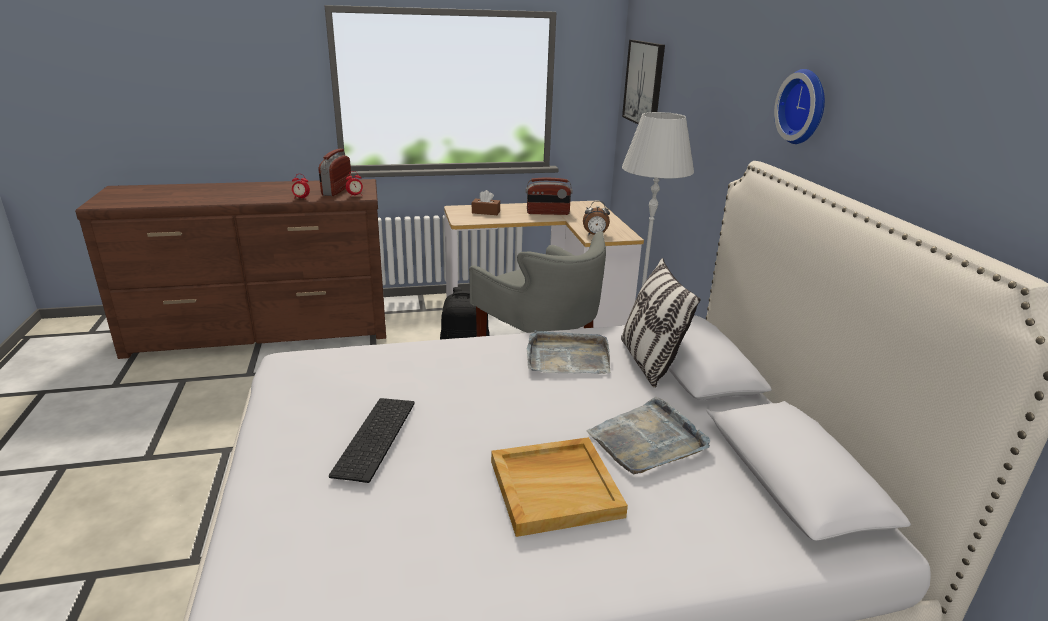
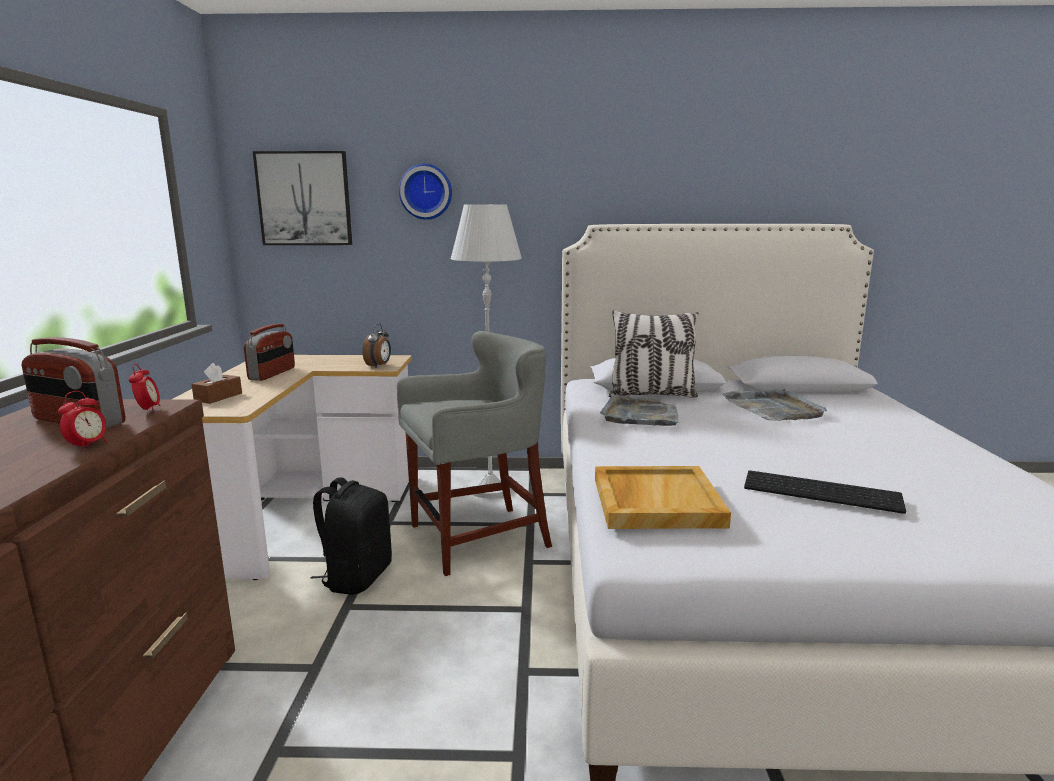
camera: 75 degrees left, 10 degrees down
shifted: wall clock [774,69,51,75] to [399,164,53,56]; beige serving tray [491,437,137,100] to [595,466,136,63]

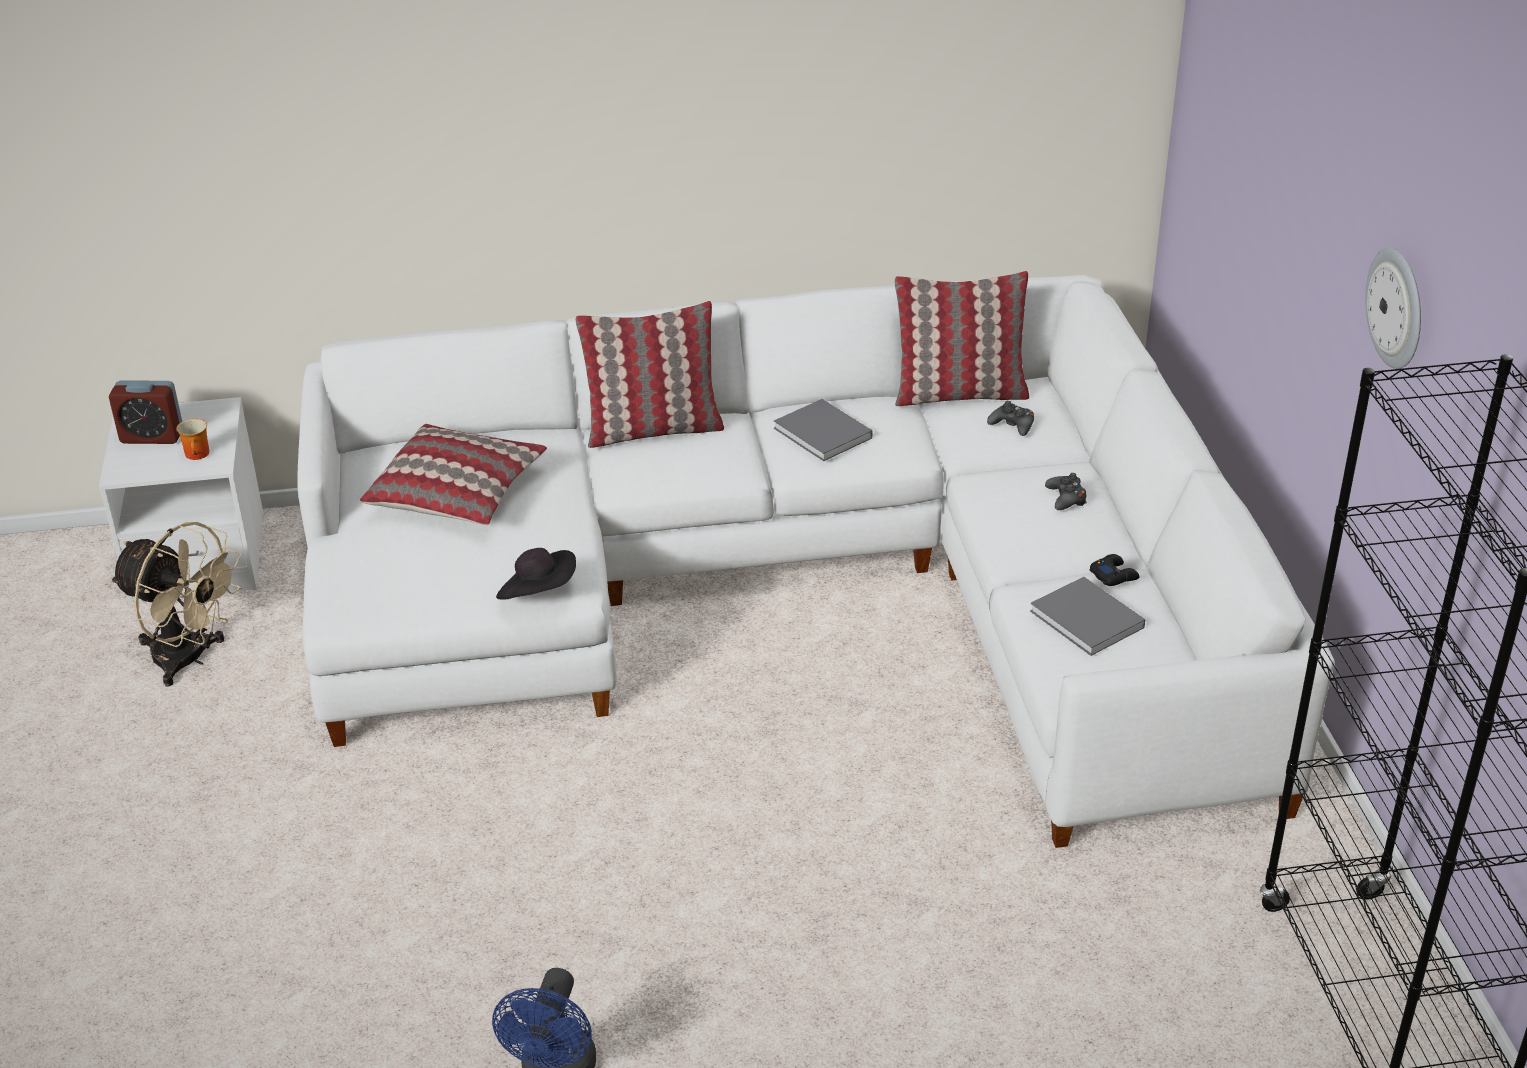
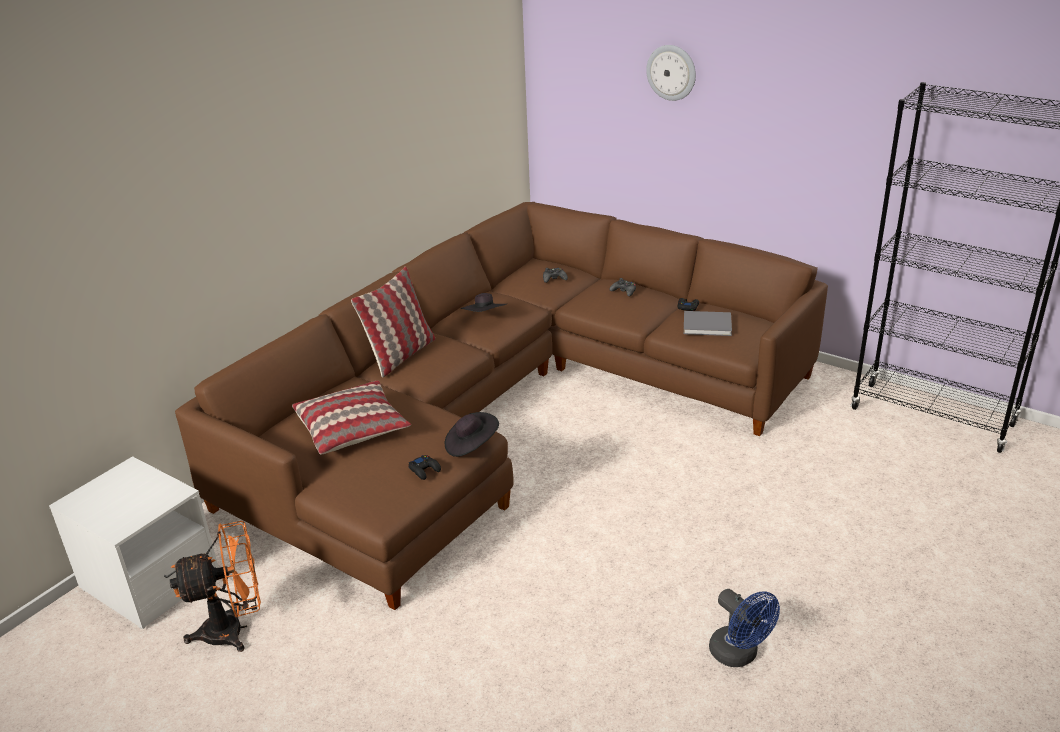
camera: 45 degrees left, 5 degrees down
gone: throw pillow [894,271,135,135]; bedside clock [109,380,73,64]; tea mug [176,419,33,41]
new: blackish joypad [408,455,33,25]
shifted: wall clock [1365,248,56,121] to [646,45,50,56]
swapped: grey volume [774,399,99,62] to blackish clothing hat [460,293,46,19]
repainted: white-coloured sofa [297,275,1038,573] to brown-coloured sofa [175,202,653,408]; beige electric fan [110,522,132,165] to orange-coloured electric fan [170,521,91,131]

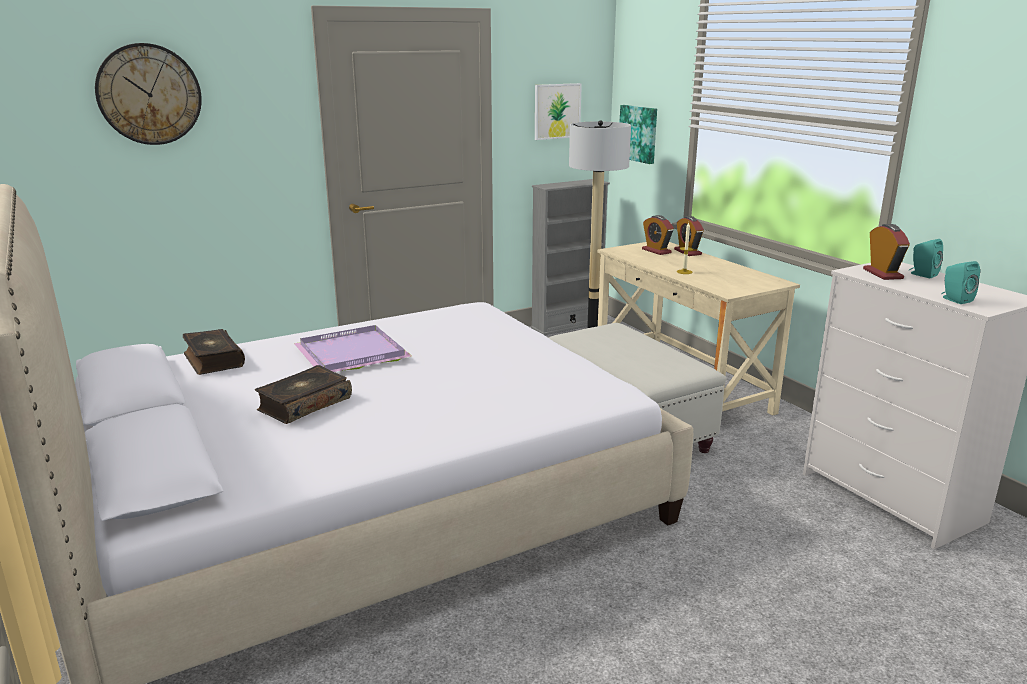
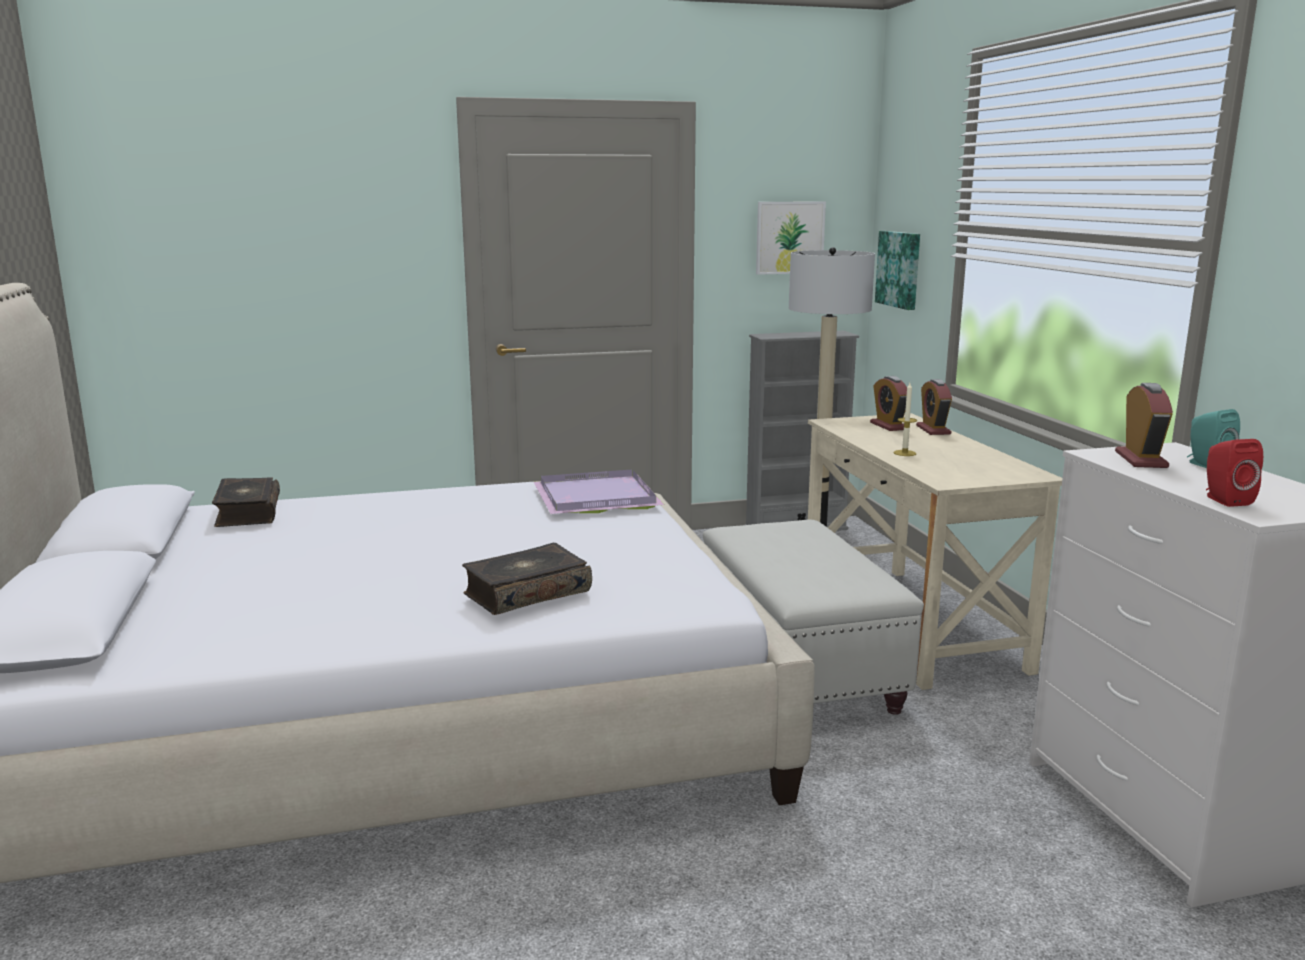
camera: 15 degrees right, 5 degrees down
gone: wall clock [95,43,107,102]
shifted: purplish serving tray [294,325,118,47] to [534,470,131,44]; volume [255,365,97,59] to [462,543,130,72]
repainted: turquoise-coloured audio speaker [941,261,39,43] to reddish audio speaker [1206,439,57,68]

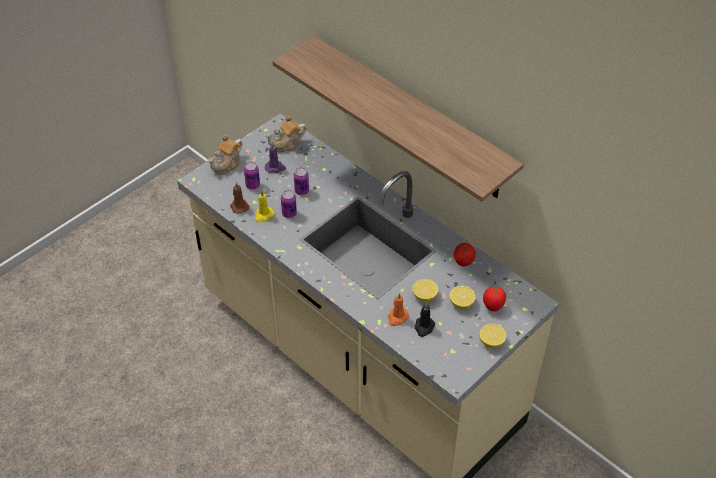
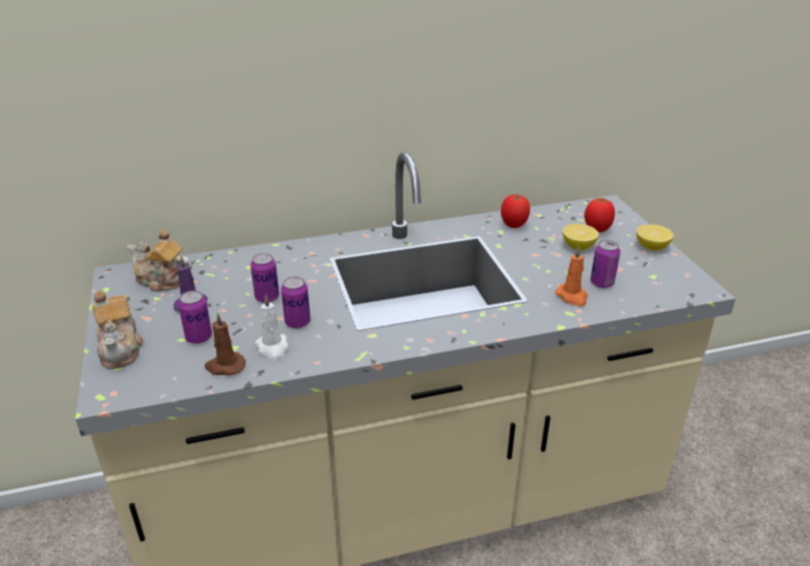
camera: 60 degrees left, 15 degrees down
gone: wall shelf [273,35,251,167]; lemon [412,279,26,23]
swapped: blackish candle [415,303,20,34] to sealed can [590,240,30,48]
repainted: yellow-coloured candle [255,190,19,32] to white-coloured candle [255,295,34,65]
rotated: pot for tea [265,115,42,37] = [127,229,65,63] 105 degrees clockwise

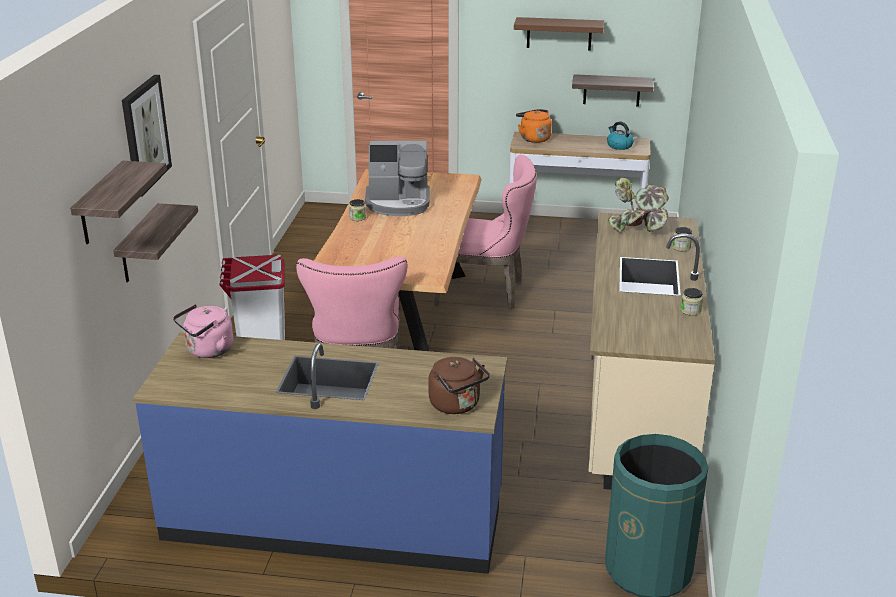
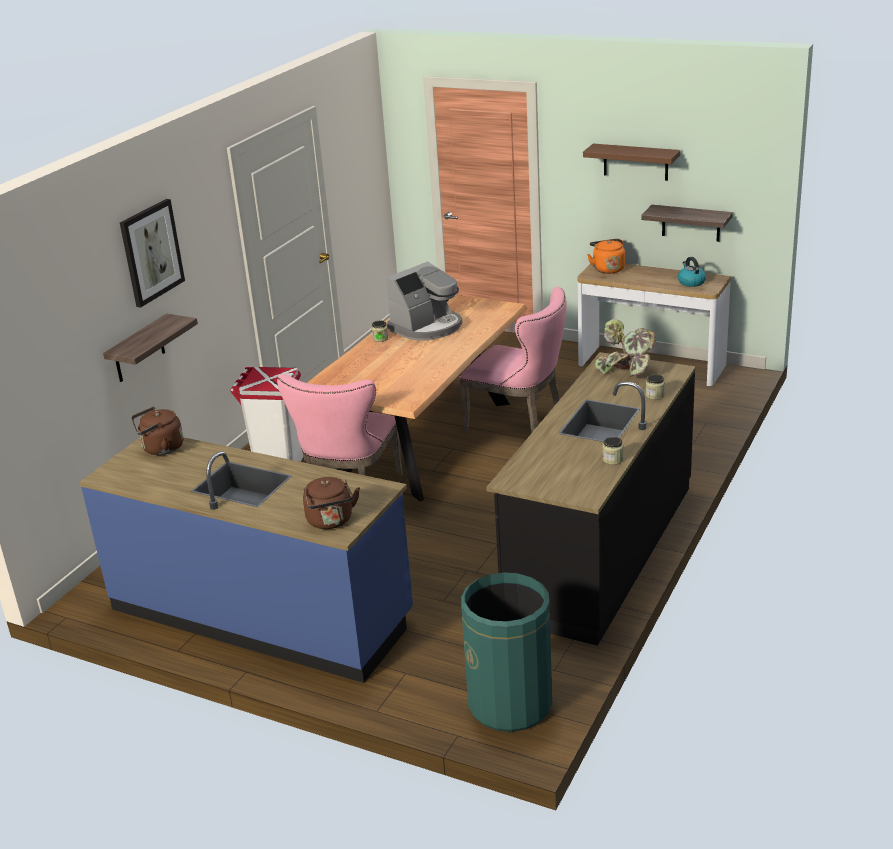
camera: 20 degrees right, 0 degrees up
gone: wall shelf [70,161,97,83]
repainted: beige kitchen base unit [589,212,126,278] to blackish kitchen base unit [486,352,210,294]; pink-coloured kettle [173,304,60,54] to brown-coloured kettle [132,407,51,48]
rotated: coffee machine [365,141,65,75] = [386,261,76,80] 60 degrees counterclockwise

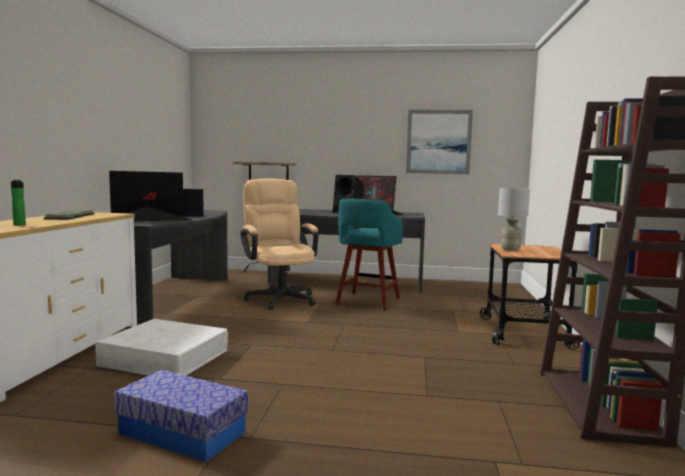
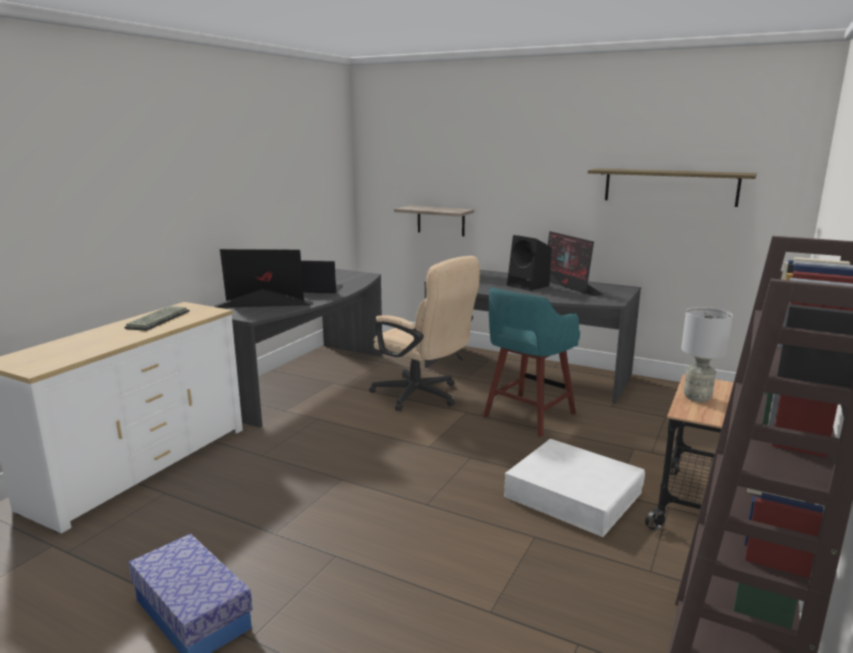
camera: 20 degrees right, 10 degrees up
gone: beverage bottle [11,180,15,46]
shifted: white-coloured storage box [95,319,133,57] to [504,439,141,98]
swapped: picture [406,110,67,64] to wall shelf [588,168,169,39]
rotated: beige office chair [240,179,79,131] = [369,256,111,155] 135 degrees clockwise

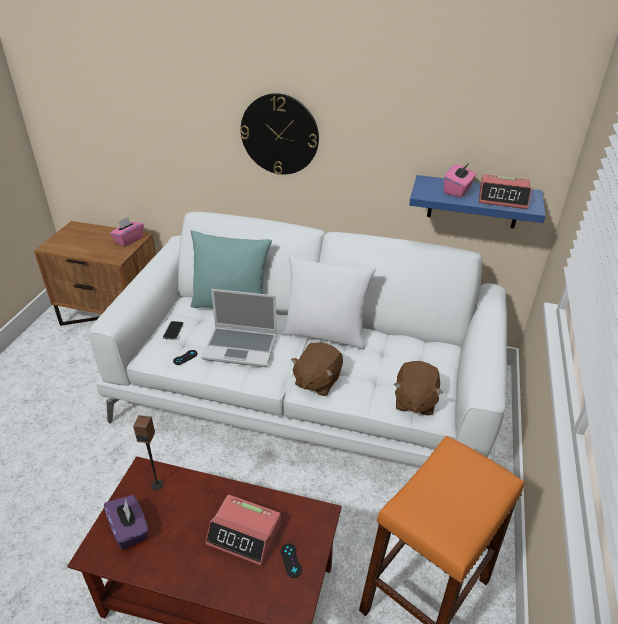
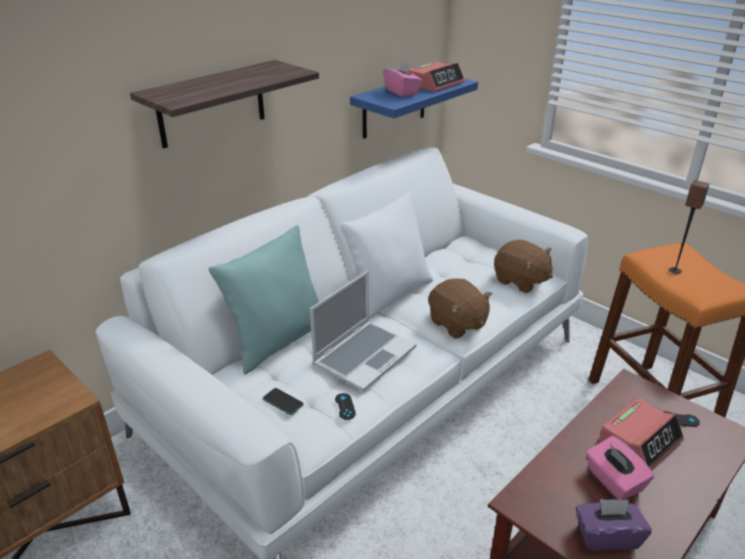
camera: 60 degrees left, 5 degrees down
shifted: pink-coloured box of tissues [110,217,34,30] to [586,436,68,64]; audio speaker [133,415,31,75] to [669,180,40,94]
swapped: wall clock [240,93,79,82] to wall shelf [130,60,189,89]

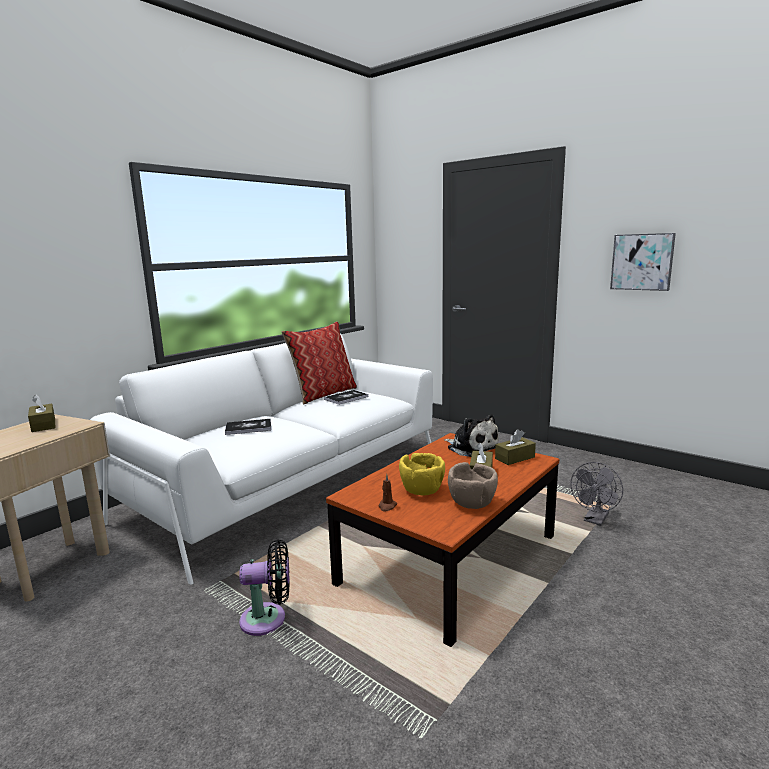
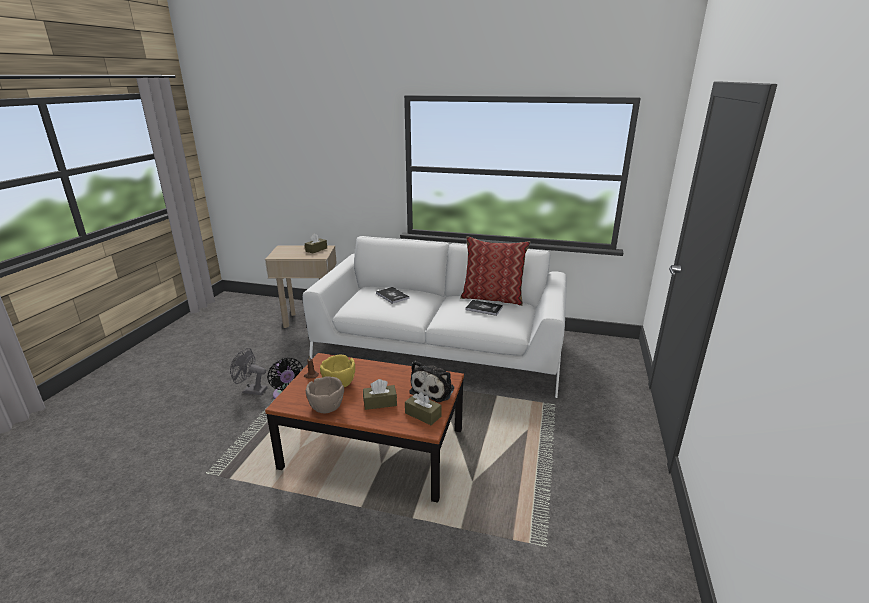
camera: 65 degrees right, 10 degrees up
gone: picture [610,233,66,58]
shifted: grey electric fan [571,462,52,64] to [230,348,37,47]

